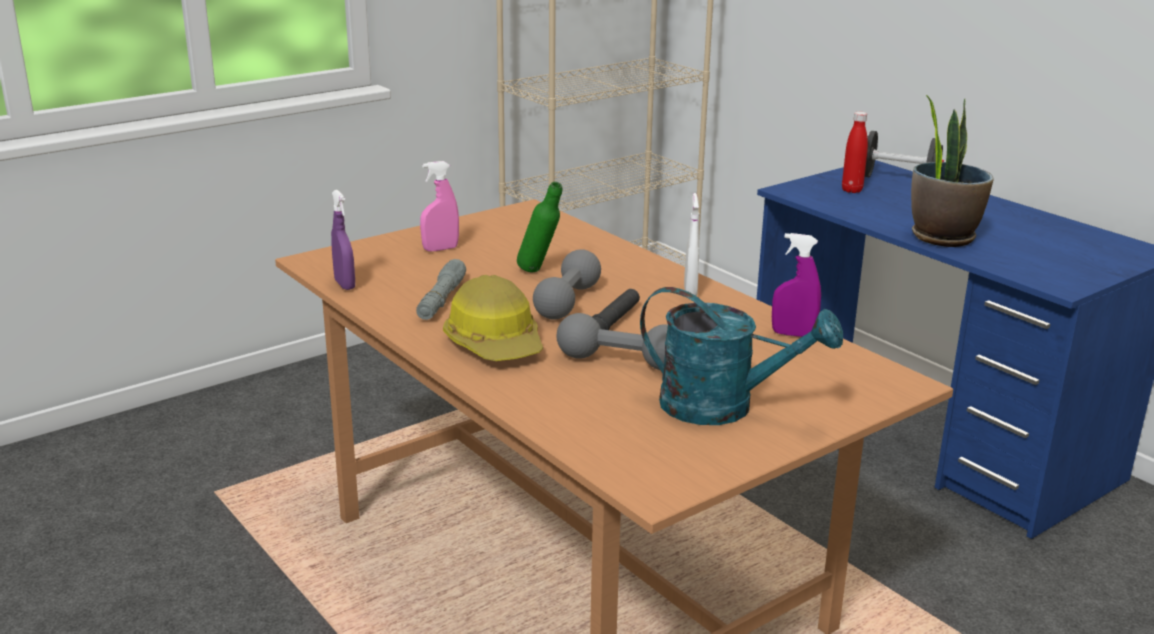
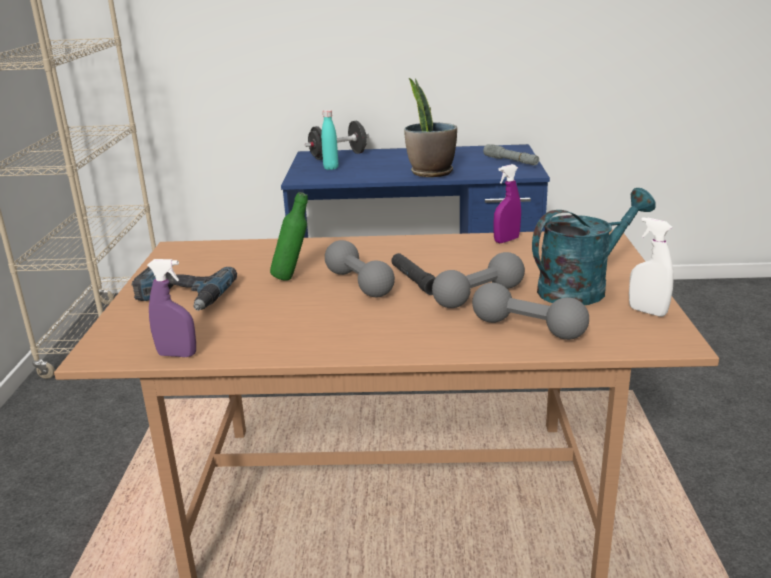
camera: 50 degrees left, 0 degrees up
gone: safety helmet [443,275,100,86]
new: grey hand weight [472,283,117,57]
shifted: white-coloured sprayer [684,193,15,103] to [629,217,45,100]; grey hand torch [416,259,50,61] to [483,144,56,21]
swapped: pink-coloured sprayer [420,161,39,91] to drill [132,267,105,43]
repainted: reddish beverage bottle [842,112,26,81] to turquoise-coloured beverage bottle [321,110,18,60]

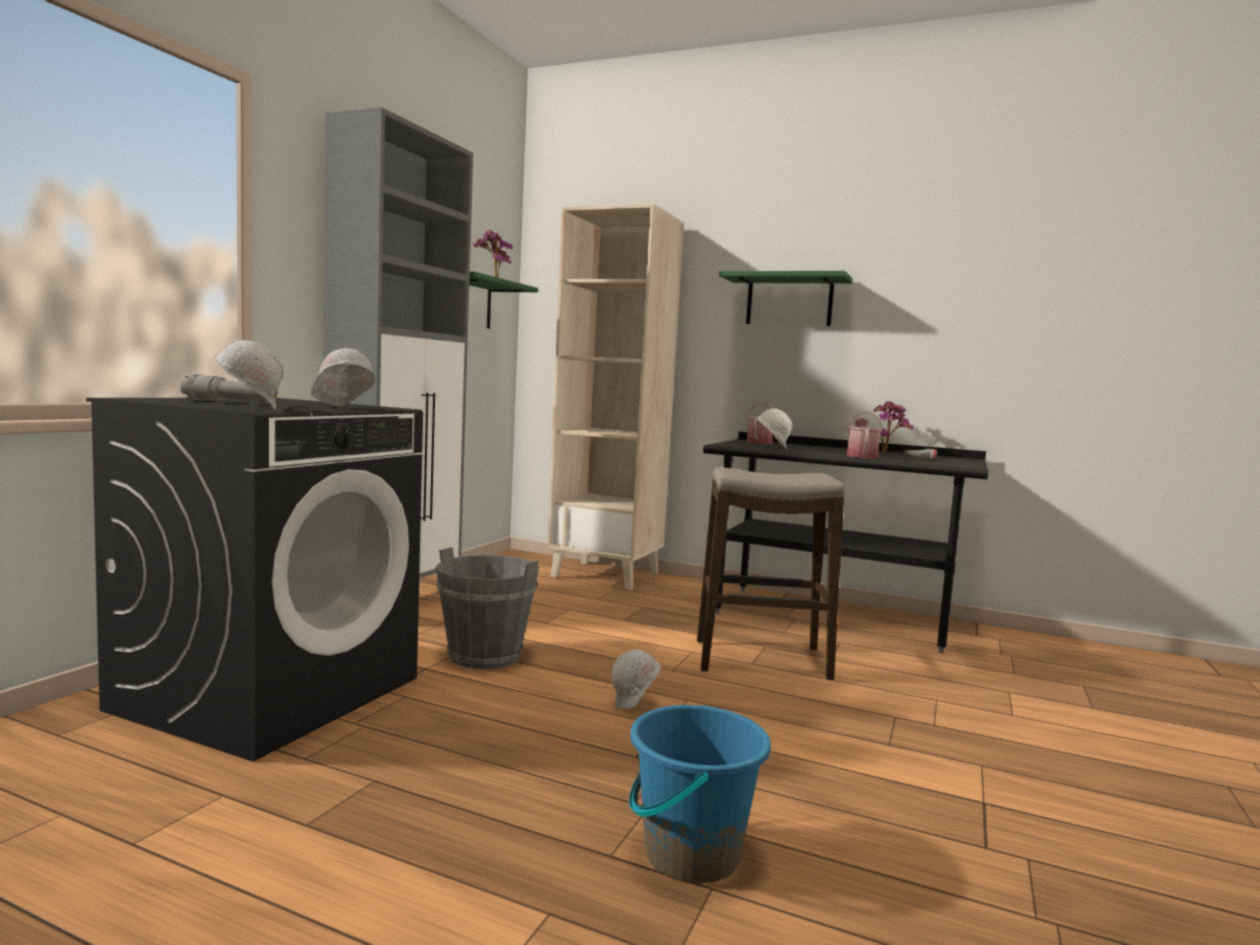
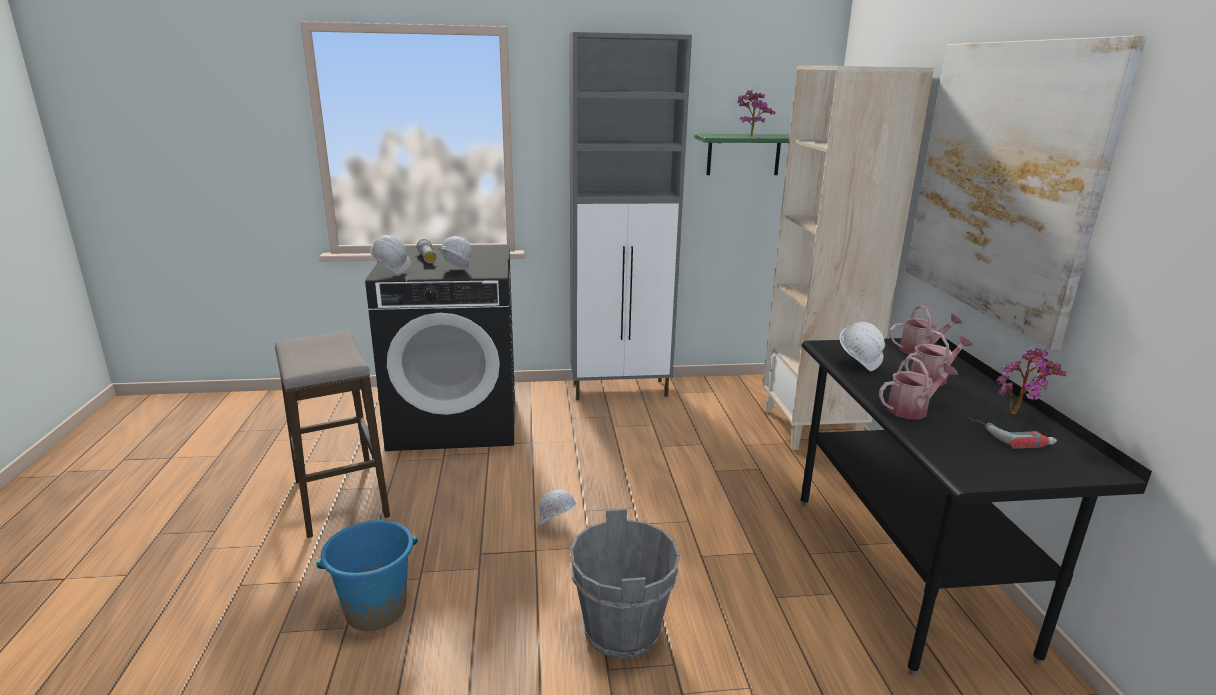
camera: 60 degrees right, 15 degrees up
new: sprinkling can [904,330,69,56]
shifted: stool seat [697,467,148,214] to [275,332,115,206]; grey pail [436,547,103,122] to [570,509,110,150]
swapped: green wall shelf [719,271,134,55] to picture [906,35,241,315]

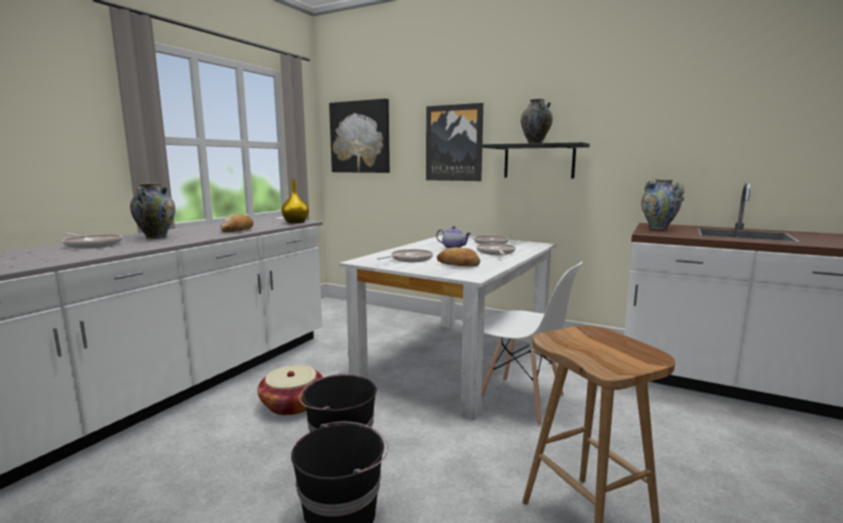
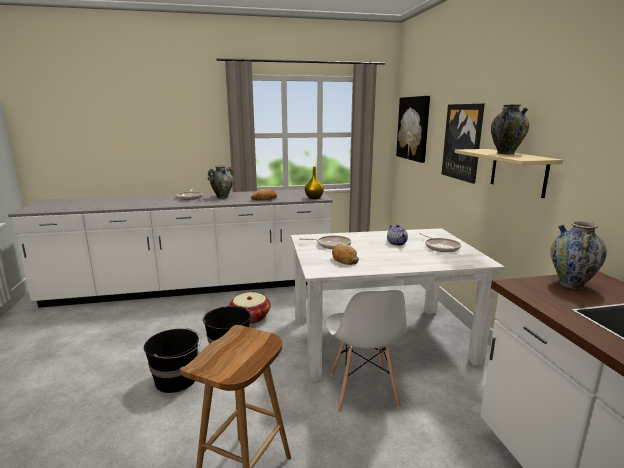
camera: 50 degrees right, 5 degrees up
gone: pan [476,243,40,12]
repainted: blackish wall shelf [482,142,108,37] to beige wall shelf [455,149,108,49]

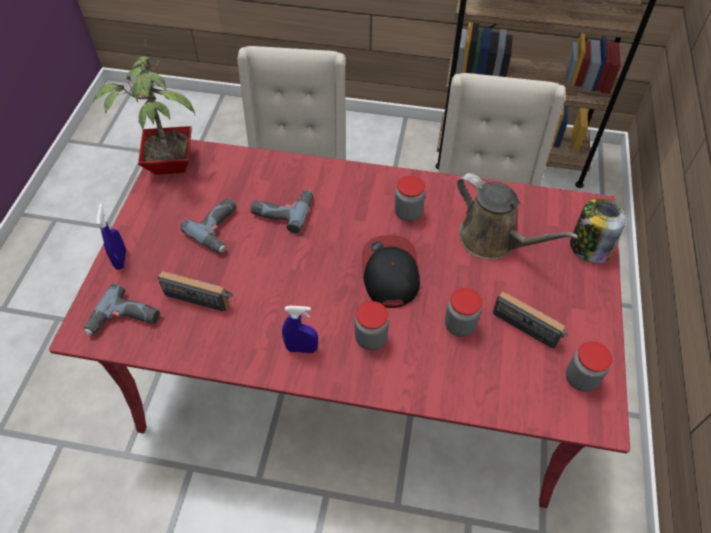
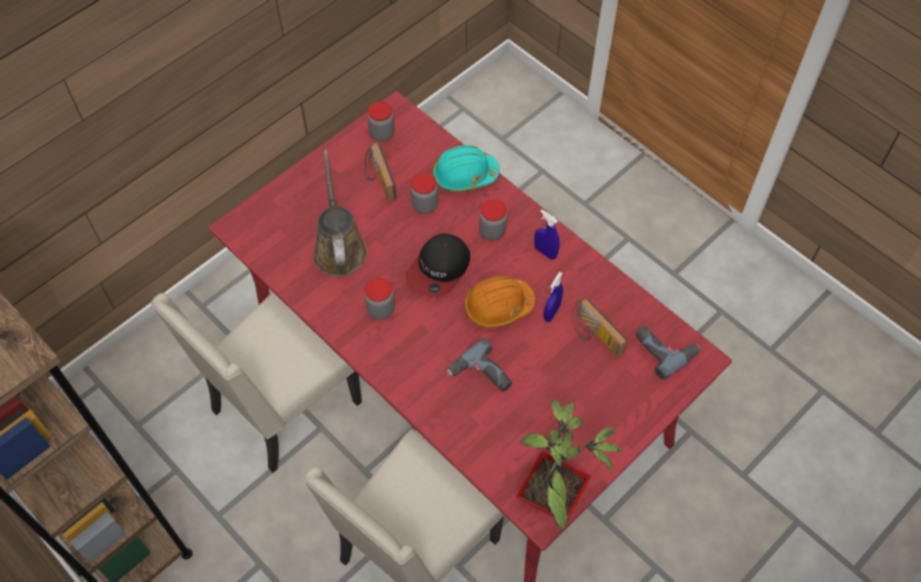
camera: 145 degrees left, 5 degrees up
gone: drill [181,198,55,55]; jar [570,199,56,65]
new: turquoise-coloured safety helmet [433,145,67,47]; orange-coloured safety helmet [464,276,72,52]
shifted: bluish sprayer [96,204,30,66] to [543,272,20,50]

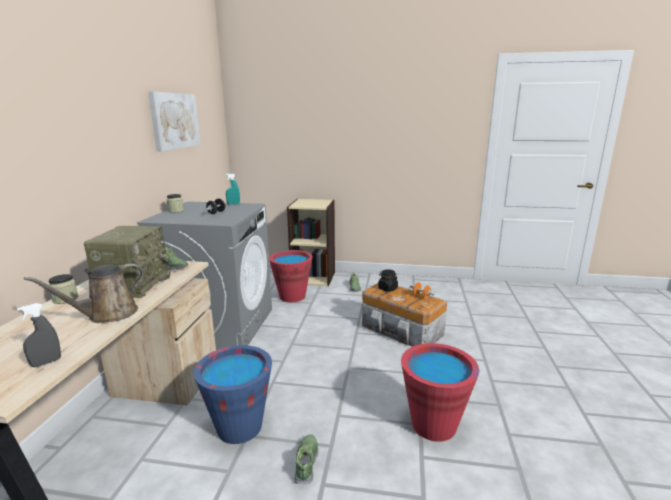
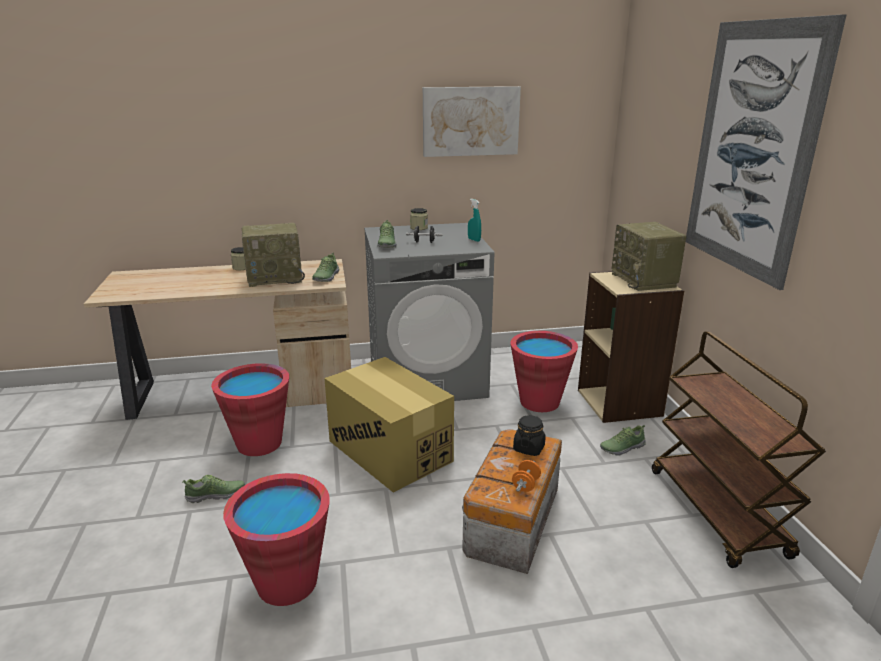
camera: 70 degrees right, 5 degrees up
gone: brown-coloured sprinkling can [24,264,119,59]; grey sprayer [17,303,44,64]
new: picture [686,14,160,276]; item of footwear [377,220,19,28]; radio set [612,222,74,69]; brown-coloured cart [652,331,174,237]; cardboard box [324,357,130,136]
repainted: bluish pail [194,345,78,99] to reddish pail [211,363,78,93]

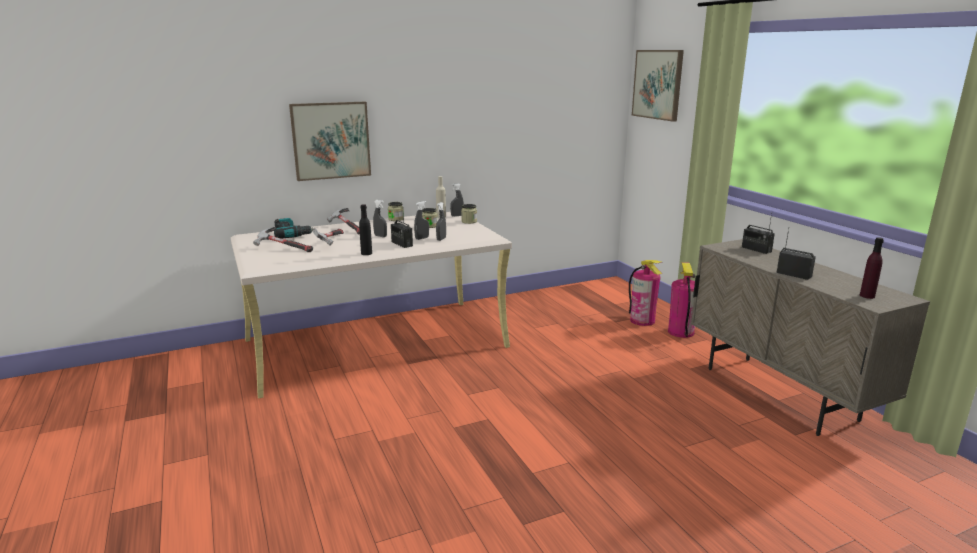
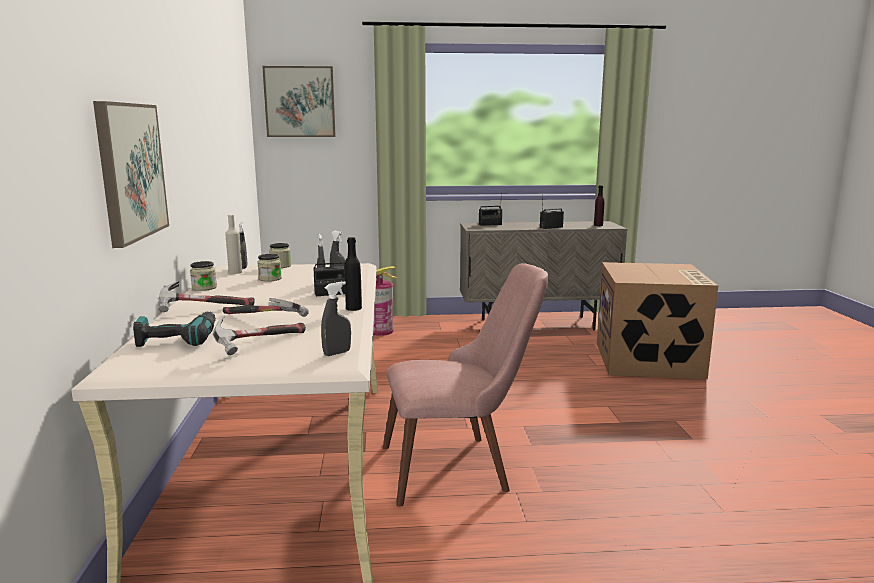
camera: 70 degrees left, 5 degrees down
gone: fire extinguisher [668,262,27,76]
new: cardboard box [597,262,121,117]; pink-coloured chair [383,263,166,244]
shifted: grey sprayer [373,200,14,37] to [321,281,30,75]

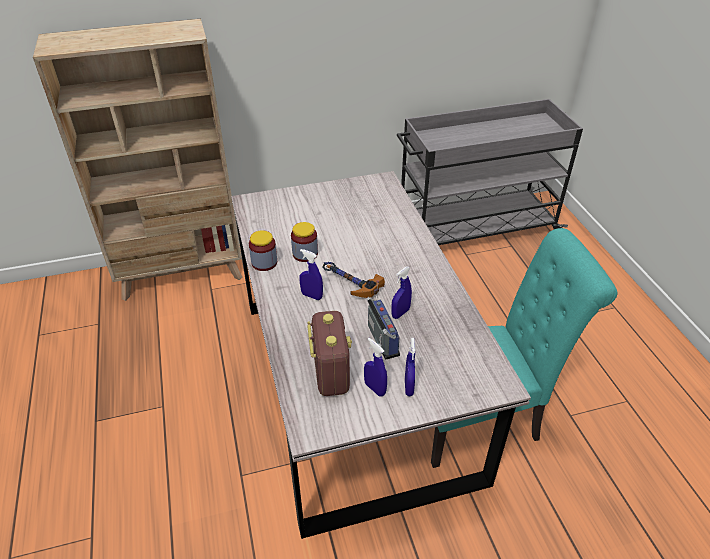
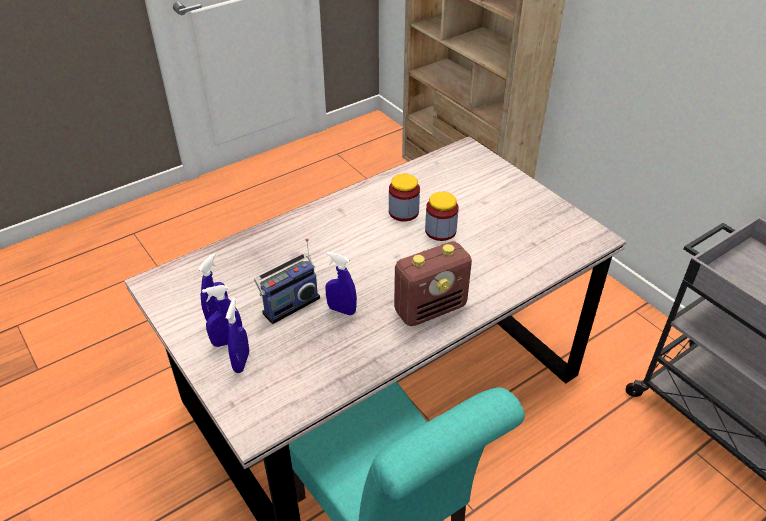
camera: 70 degrees right, 0 degrees up
gone: hammer [322,262,63,36]
shifted: jar [249,230,28,41] to [425,192,34,49]; bluish sprayer [299,249,24,51] to [226,297,23,76]; radio set [307,311,45,85] to [394,241,78,85]

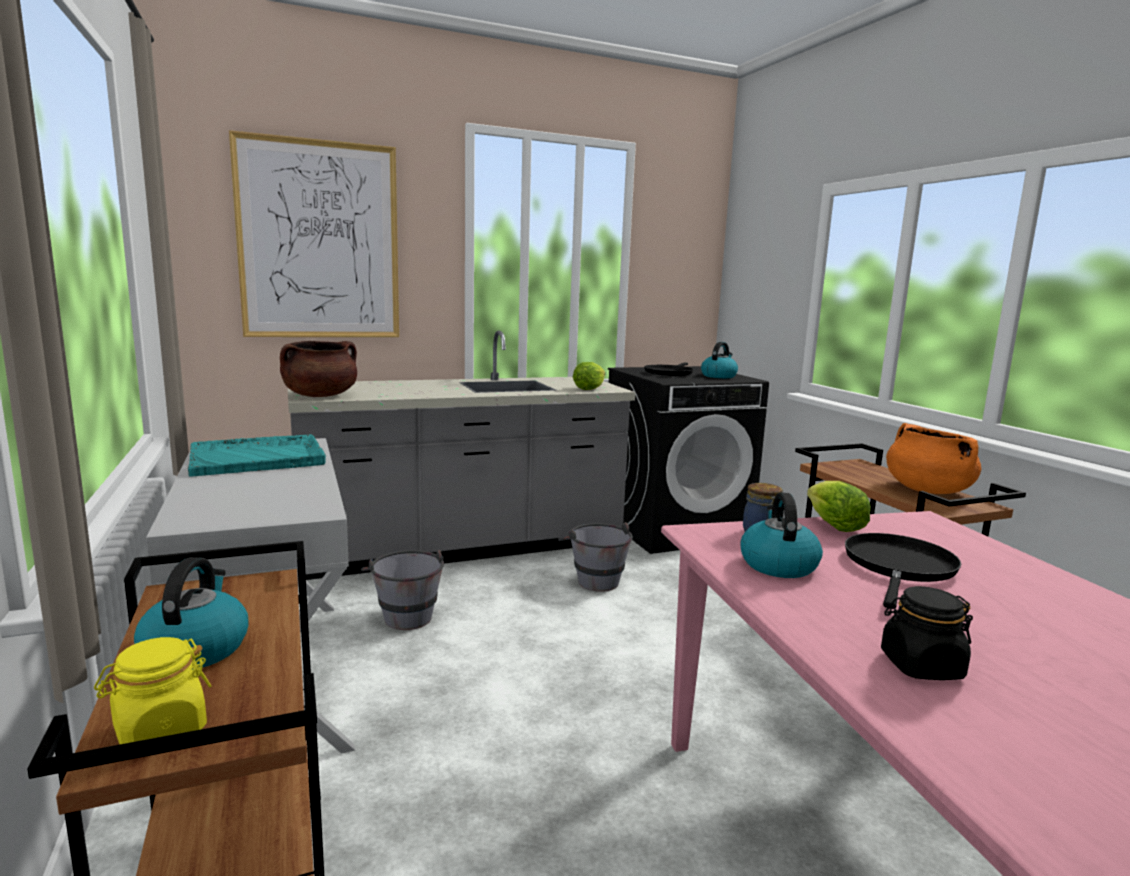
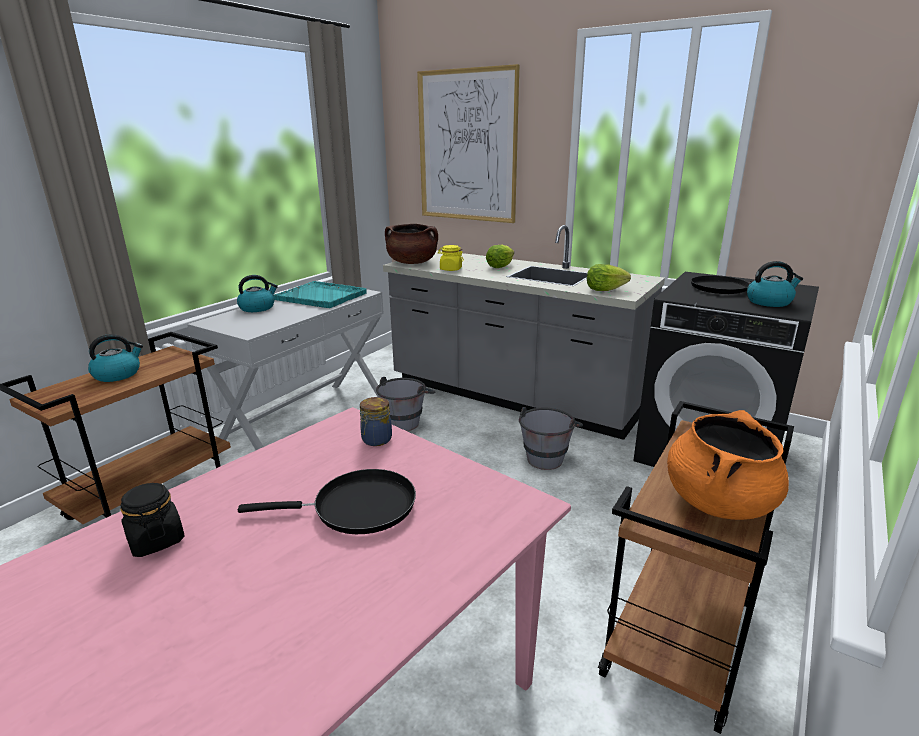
camera: 55 degrees right, 10 degrees up
shifted: lettuce head [807,481,64,51] to [486,245,28,23]; kettle [741,492,82,86] to [237,275,41,37]; yellow-coloured jar [94,637,117,107] to [438,245,26,26]

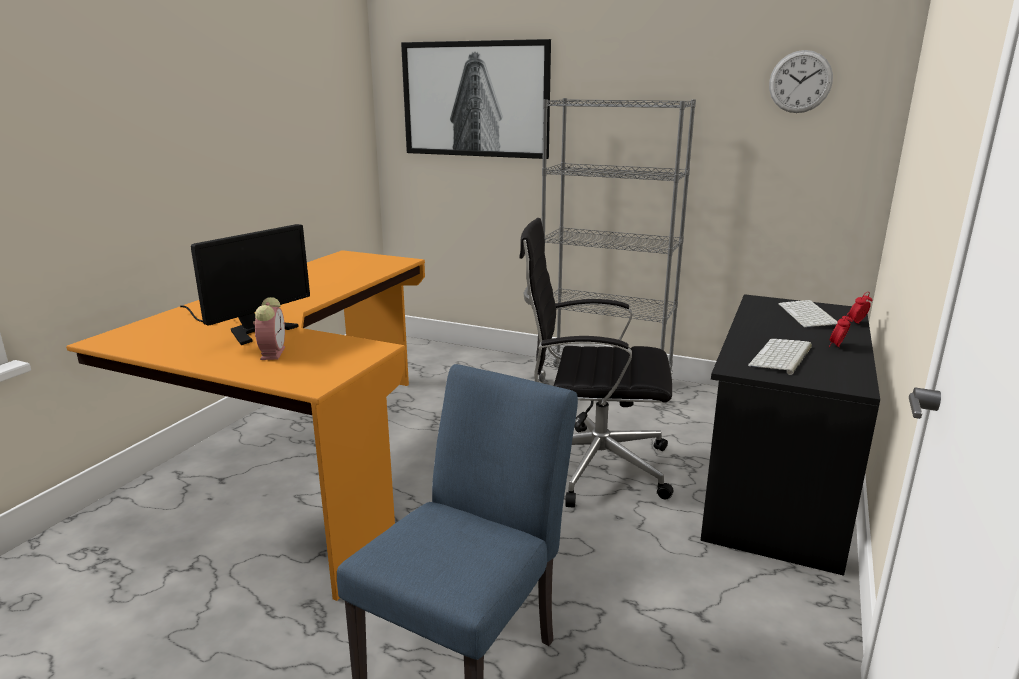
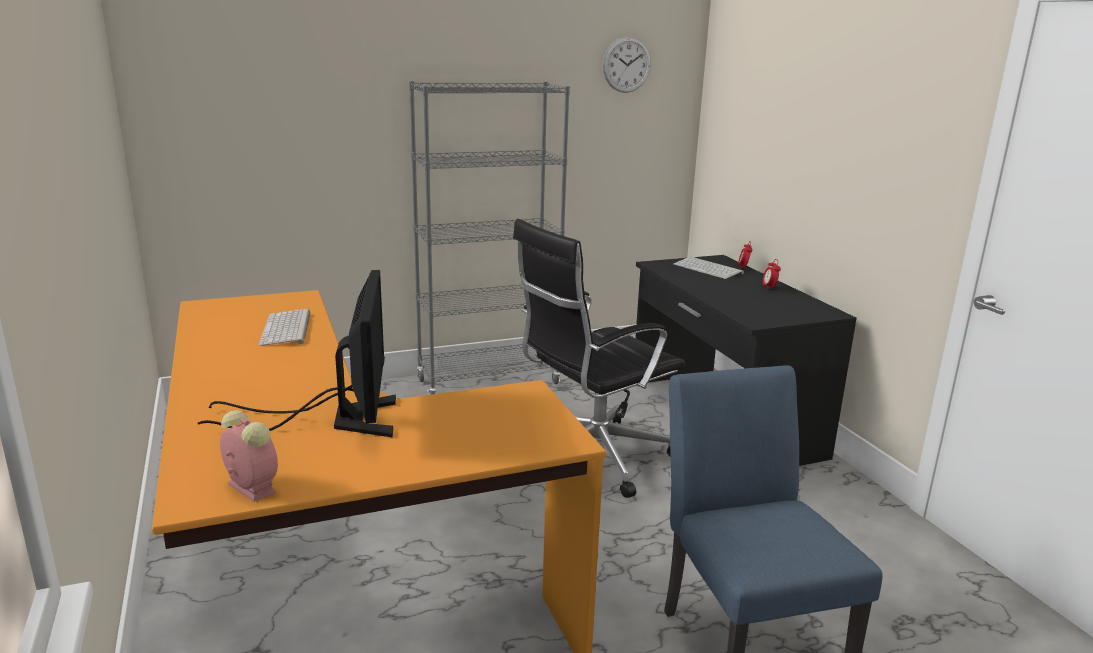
camera: 45 degrees left, 0 degrees up
gone: picture [401,39,150,120]
shifted: bedside clock [253,297,32,63] to [220,410,58,92]; computer keyboard [748,339,64,36] to [258,309,53,37]

